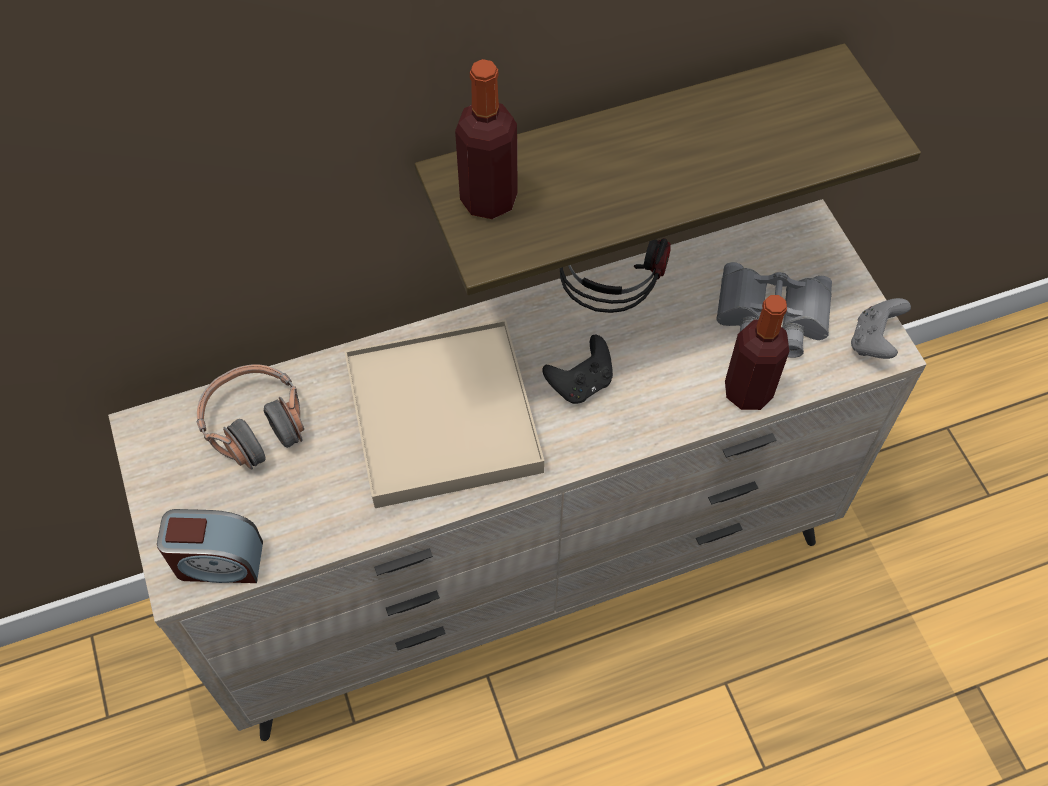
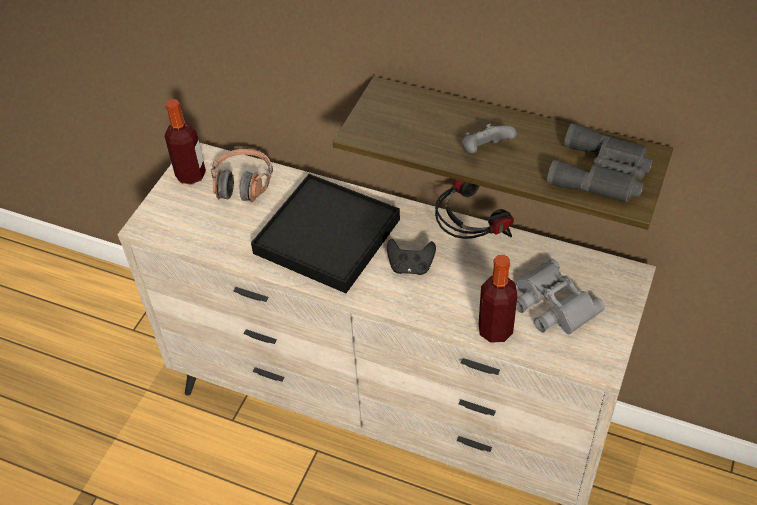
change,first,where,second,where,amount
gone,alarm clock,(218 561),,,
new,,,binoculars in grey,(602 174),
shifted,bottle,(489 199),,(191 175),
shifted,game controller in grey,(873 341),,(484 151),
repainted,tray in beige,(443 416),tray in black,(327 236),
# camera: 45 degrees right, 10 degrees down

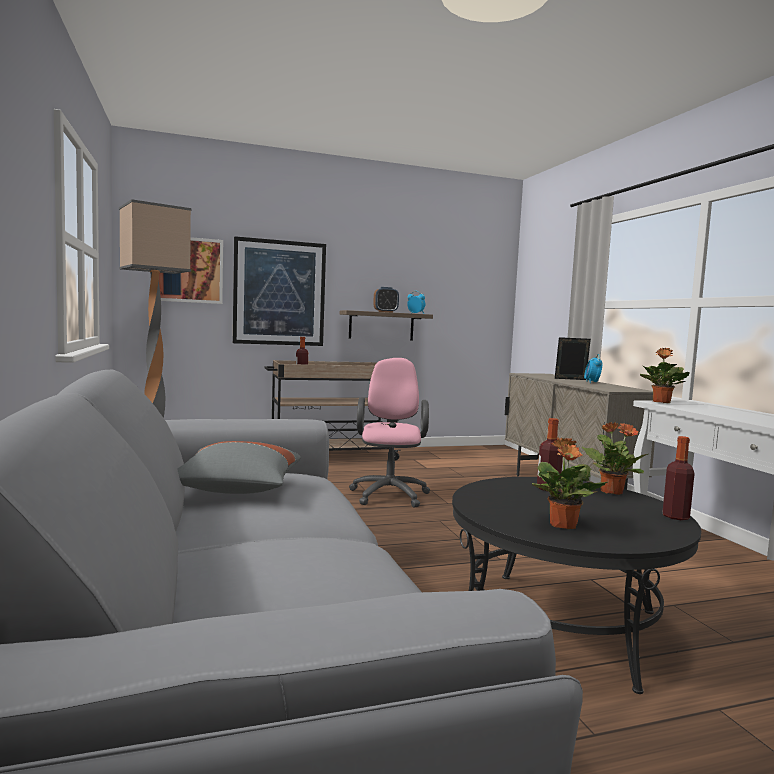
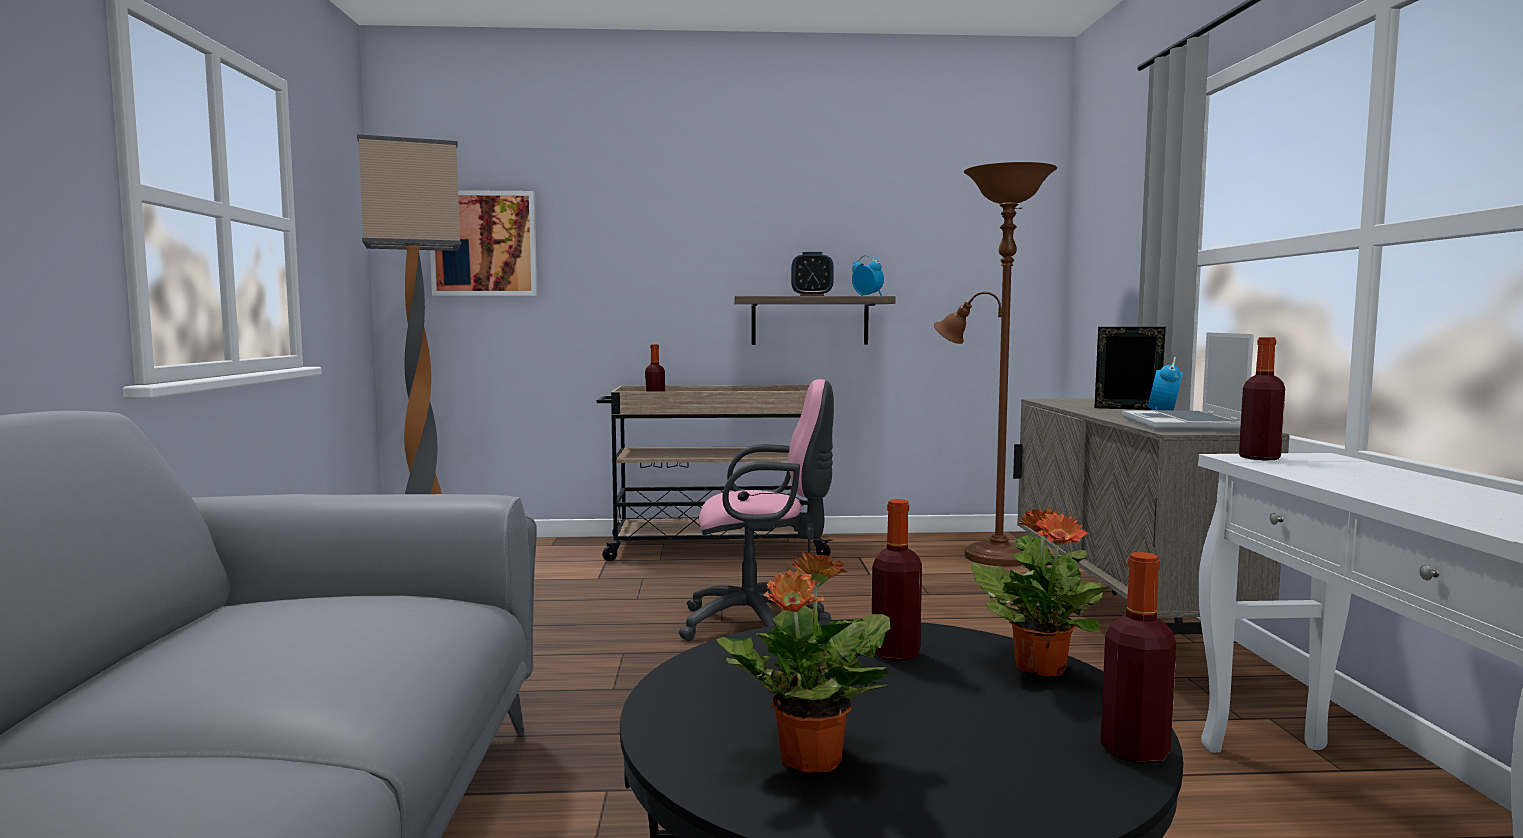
change,first,where,second,where,amount
gone,pillow in grey,(237 490),,,
gone,picture,(279 293),,,
new,,,floor lamp in brown,(989 555),
new,,,laptop,(1184 425),
swapped,potted plant,(661 402),bottle,(1259 458),
rotated,office chair in pink,(389 494),,(760 624),75 degrees clockwise
# camera: 15 degrees right, 0 degrees up

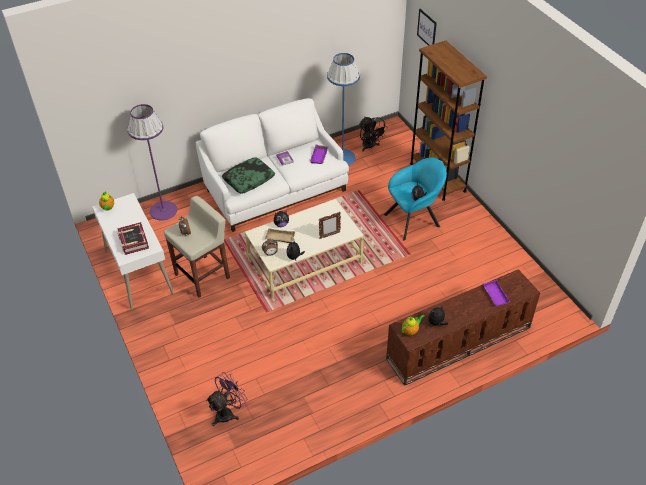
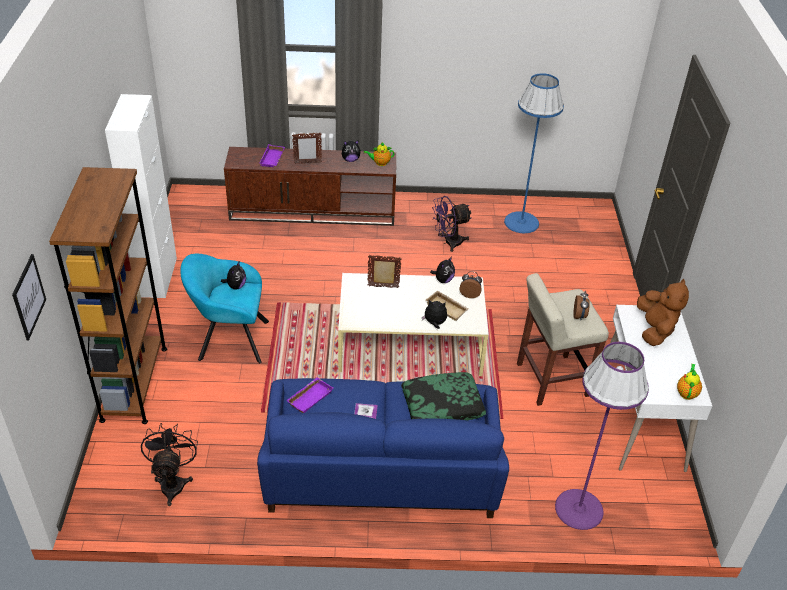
change,first,where,second,where,amount
new,,,cabinet in white,(157 277),
new,,,picture frame,(307 163),
shifted,fan in purple,(228 412),,(448 242),
shifted,floor lamp in blue,(342 157),,(521 222),
swapped,book,(133 241),plush toy in brown,(655 330),
repainted,sofa in white,(275 188),sofa in blue,(380 471),
# camera: 155 degrees left, 5 degrees down

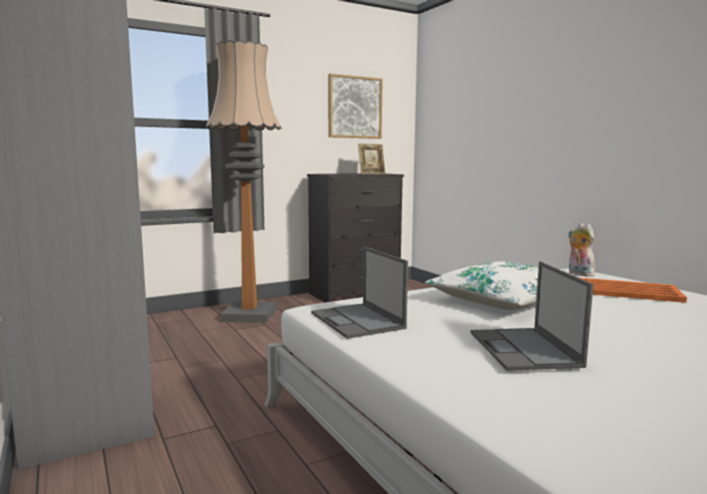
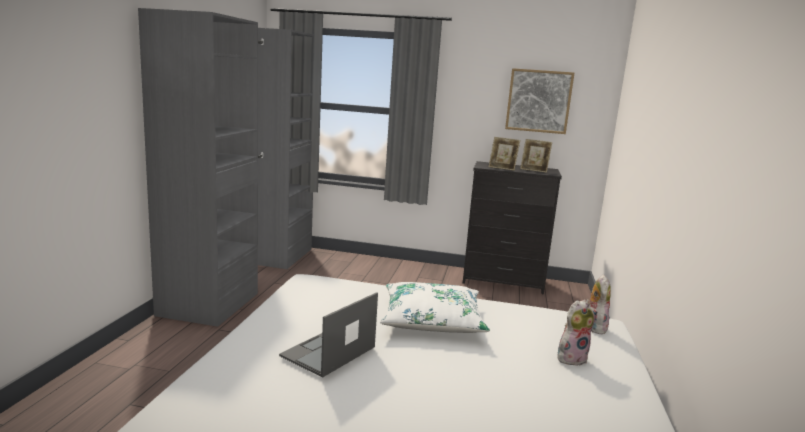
change,first,where,second,where,amount
gone,floor lamp,(249 315),,,
gone,laptop,(358 321),,,
new,,,picture frame,(502 168),
swapped,tray in orange,(629 291),plush toy,(571 358),
# camera: 40 degrees right, 5 degrees up

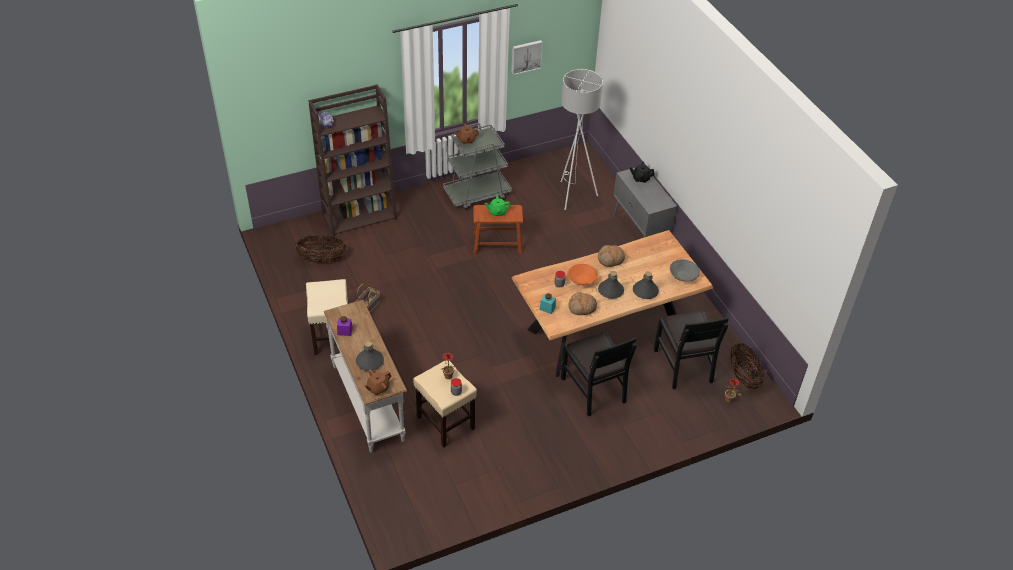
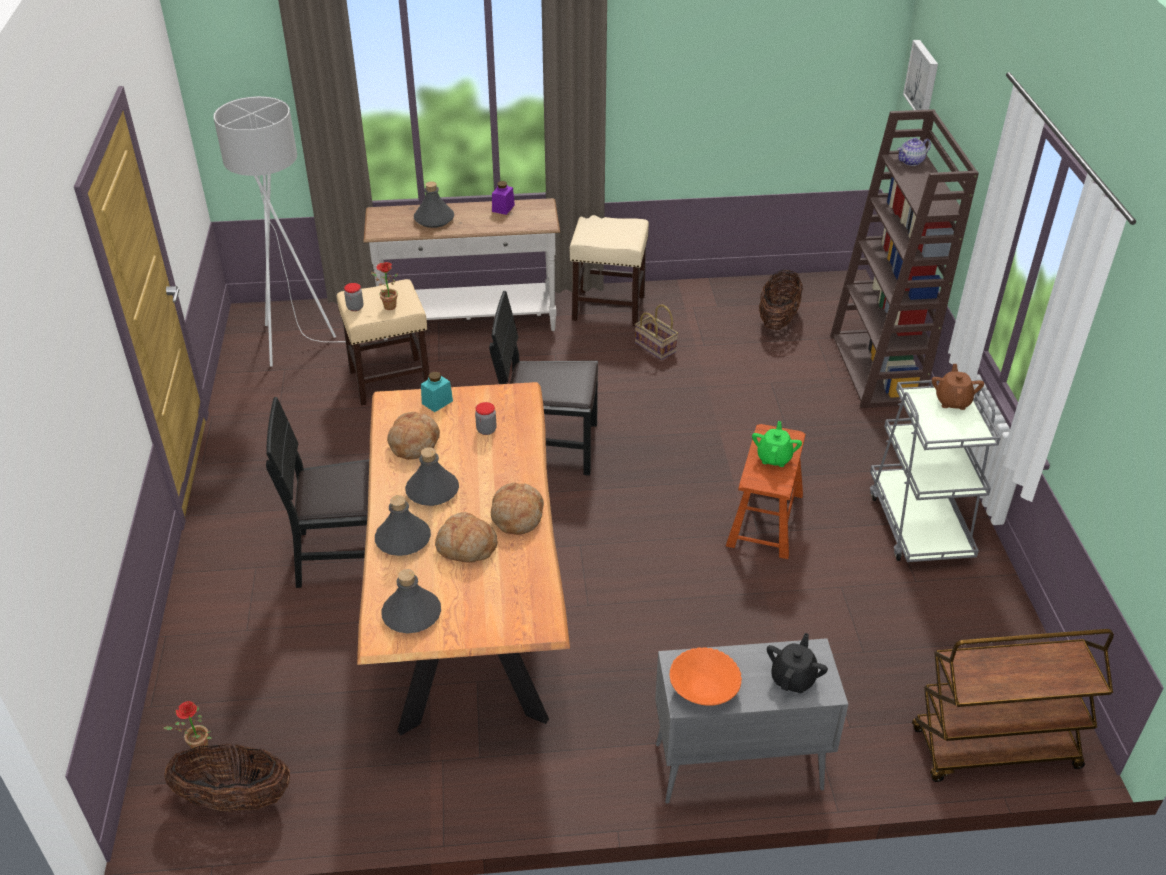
change,first,where,second,where,amount
gone,teapot in brown,(378 388),,,
new,,,bread,(466 546),
new,,,cart in brown,(994 749),
shifted,picture,(526 56),,(923 79),
shifted,floor lamp in white,(572 194),,(297 341),
shifted,bowl in orange,(581 280),,(704 688),
shifted,chair in black,(683 365),,(549 445),
swapped,bowl in grey,(683 276),bottle in grey,(411 614),
# camera: 110 degrees right, 5 degrees down

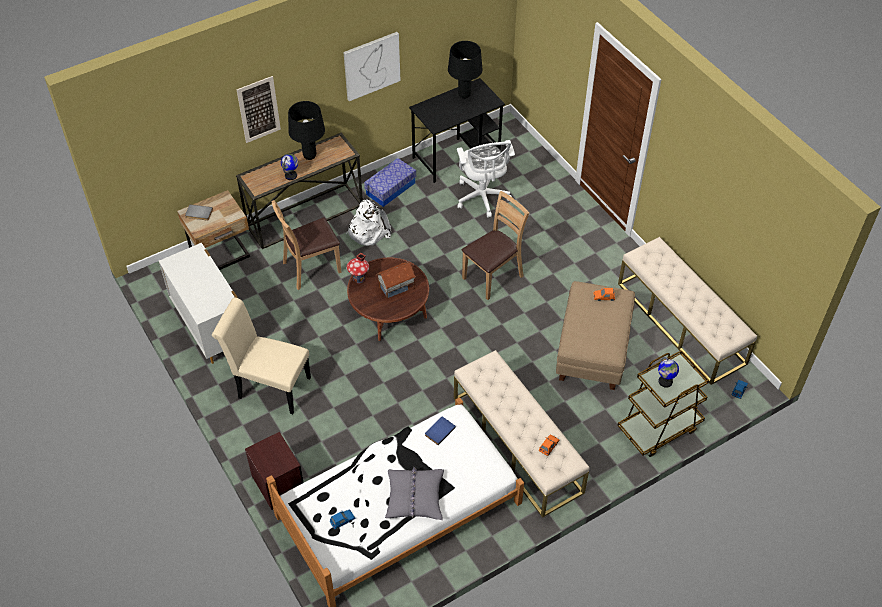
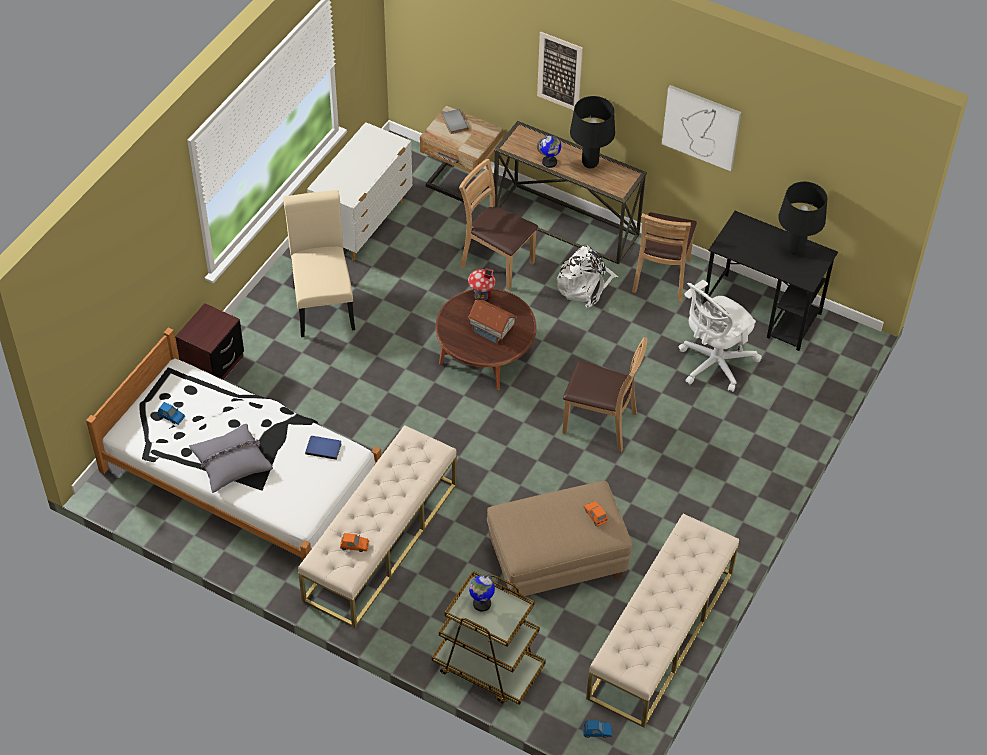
change,first,where,second,where,amount
swapped,storage box,(390 189),chair in brown,(662 276),
# camera: 60 degrees right, 0 degrees up

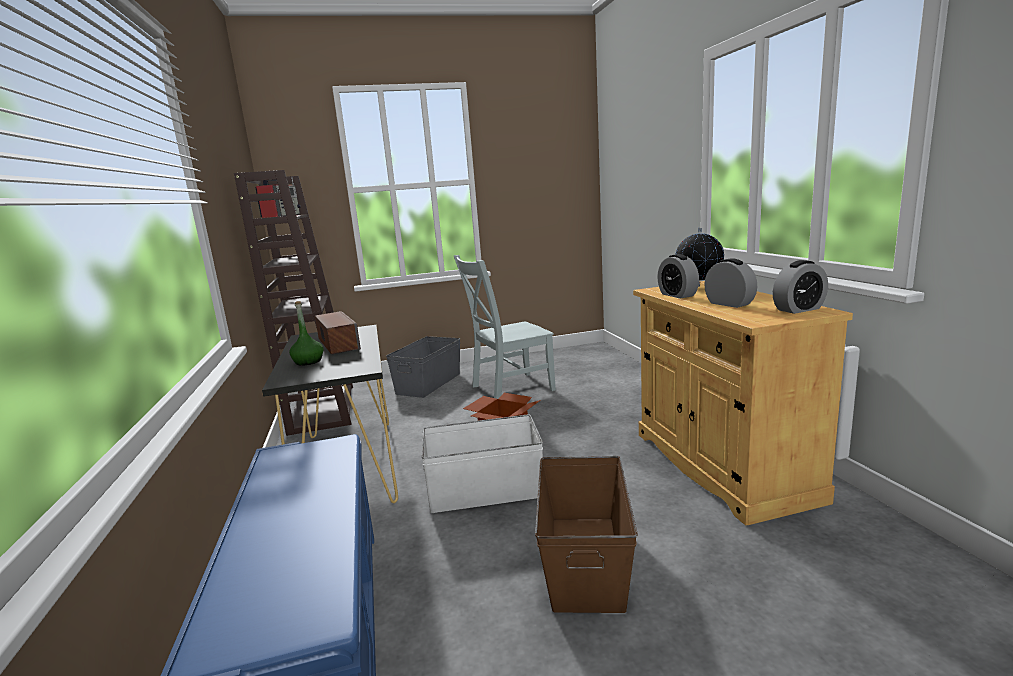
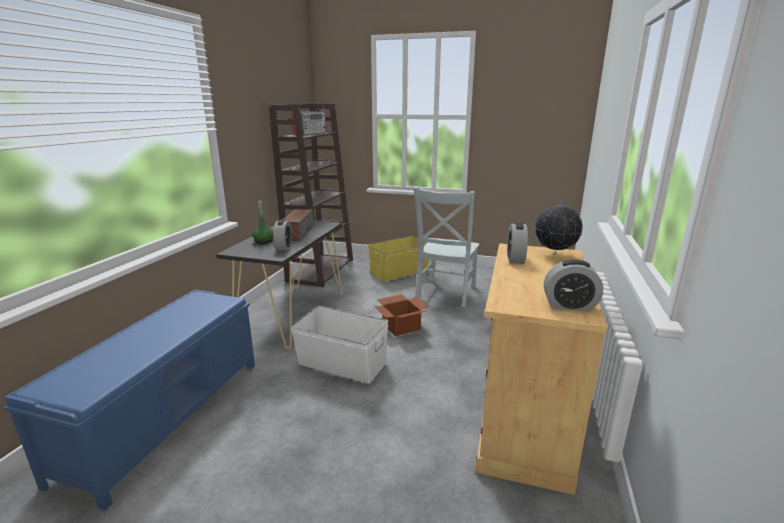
change,first,where,second,where,amount
gone,storage box in brown,(586 559),,,
shifted,alarm clock,(729 304),,(283 247),
repainted,storage box in grey,(429 383),storage box in yellow,(399 272),
rotated,chair in grey,(509 389),,(445 293),75 degrees counterclockwise
# camera: 30 degrees right, 5 degrees up

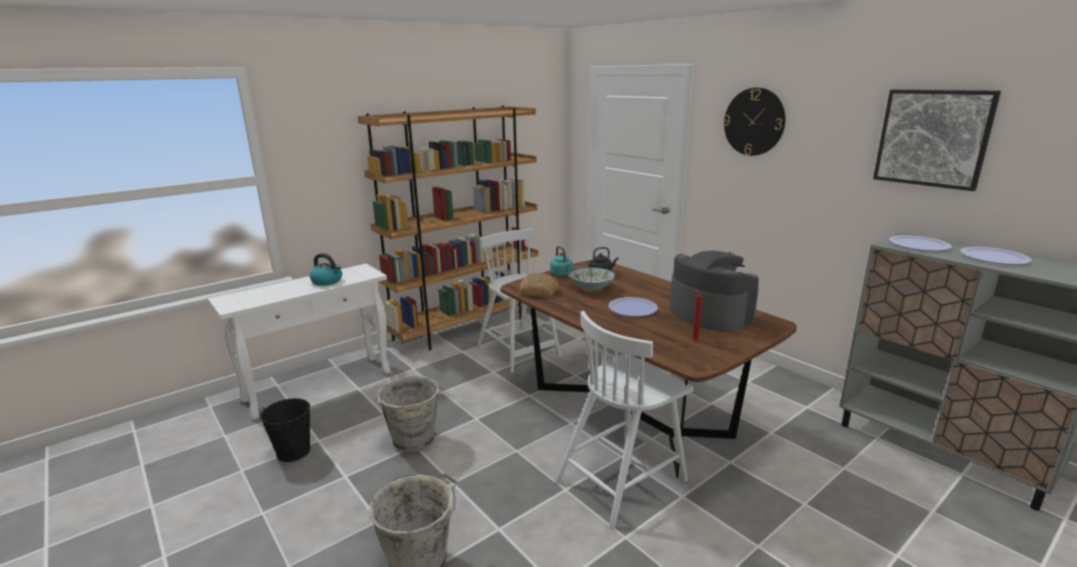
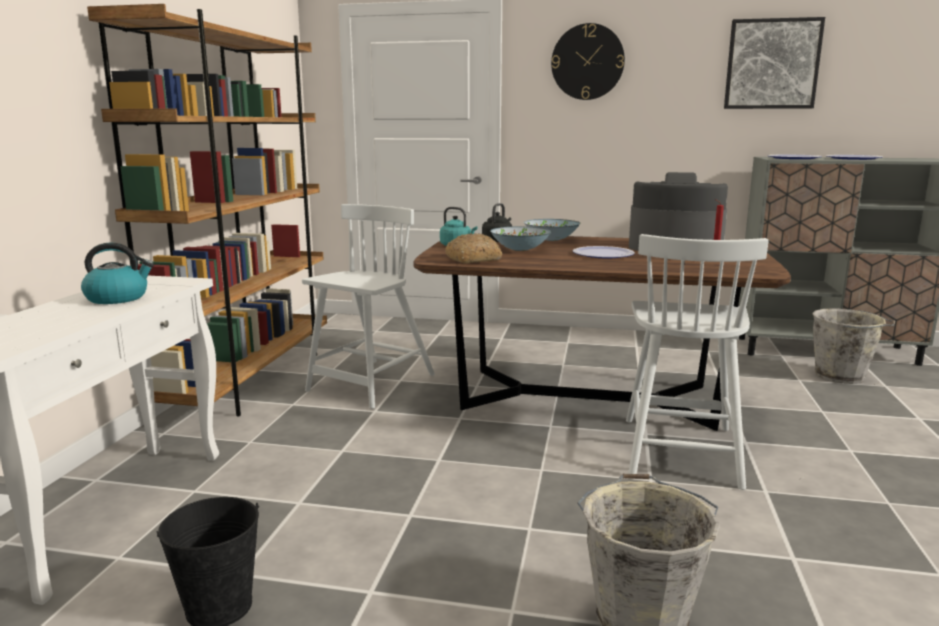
change,first,where,second,where,amount
new,,,bowl,(551 239),
shifted,bucket in grey,(414 441),,(842 376),
rotated,chair in white,(518 351),,(370 384),105 degrees clockwise
# camera: 40 degrees left, 5 degrees down

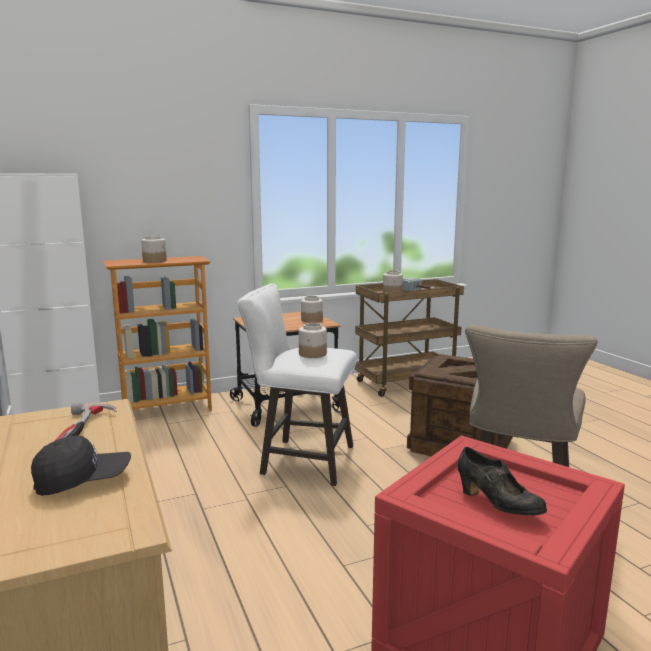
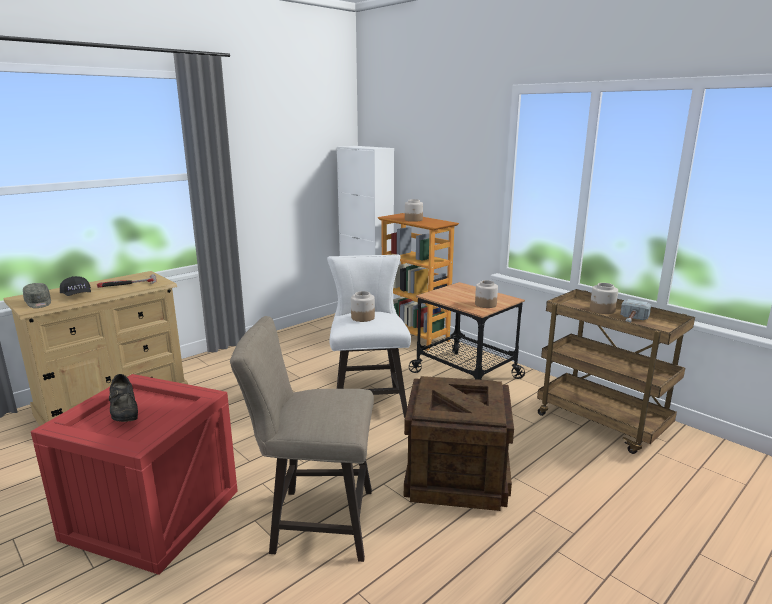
change,first,where,second,where,amount
new,,,cap in grey,(38 303),
rotated,shoe in black,(497 505),,(125 414),60 degrees counterclockwise
# camera: 70 degrees right, 5 degrees up

